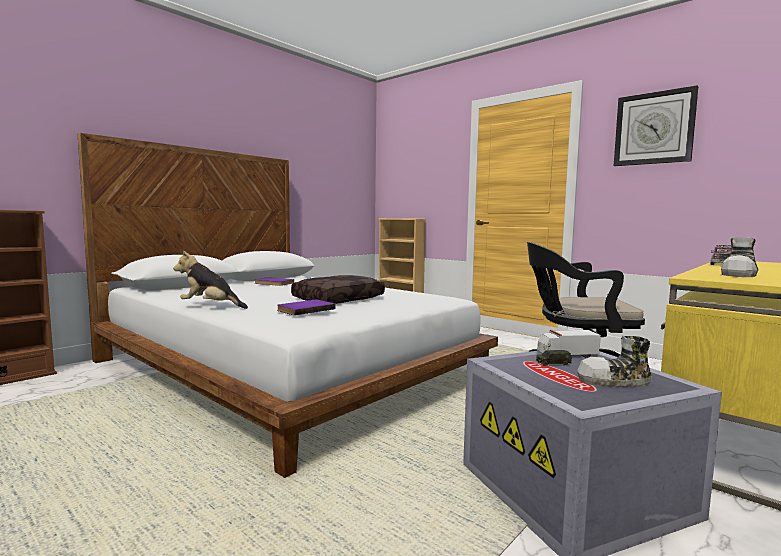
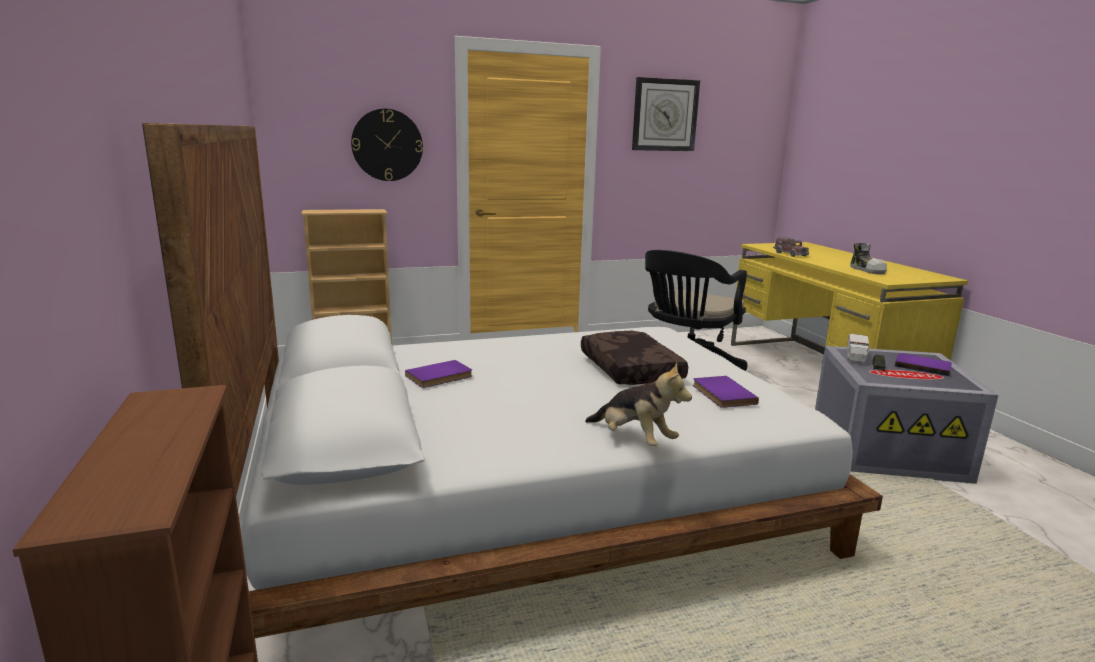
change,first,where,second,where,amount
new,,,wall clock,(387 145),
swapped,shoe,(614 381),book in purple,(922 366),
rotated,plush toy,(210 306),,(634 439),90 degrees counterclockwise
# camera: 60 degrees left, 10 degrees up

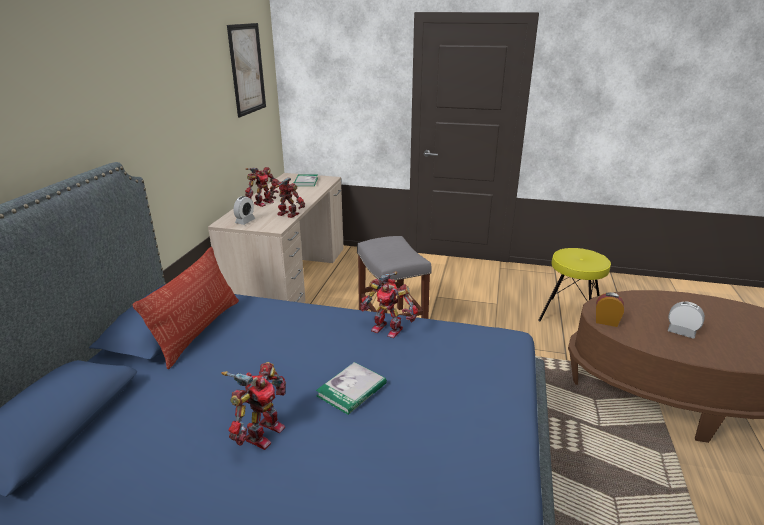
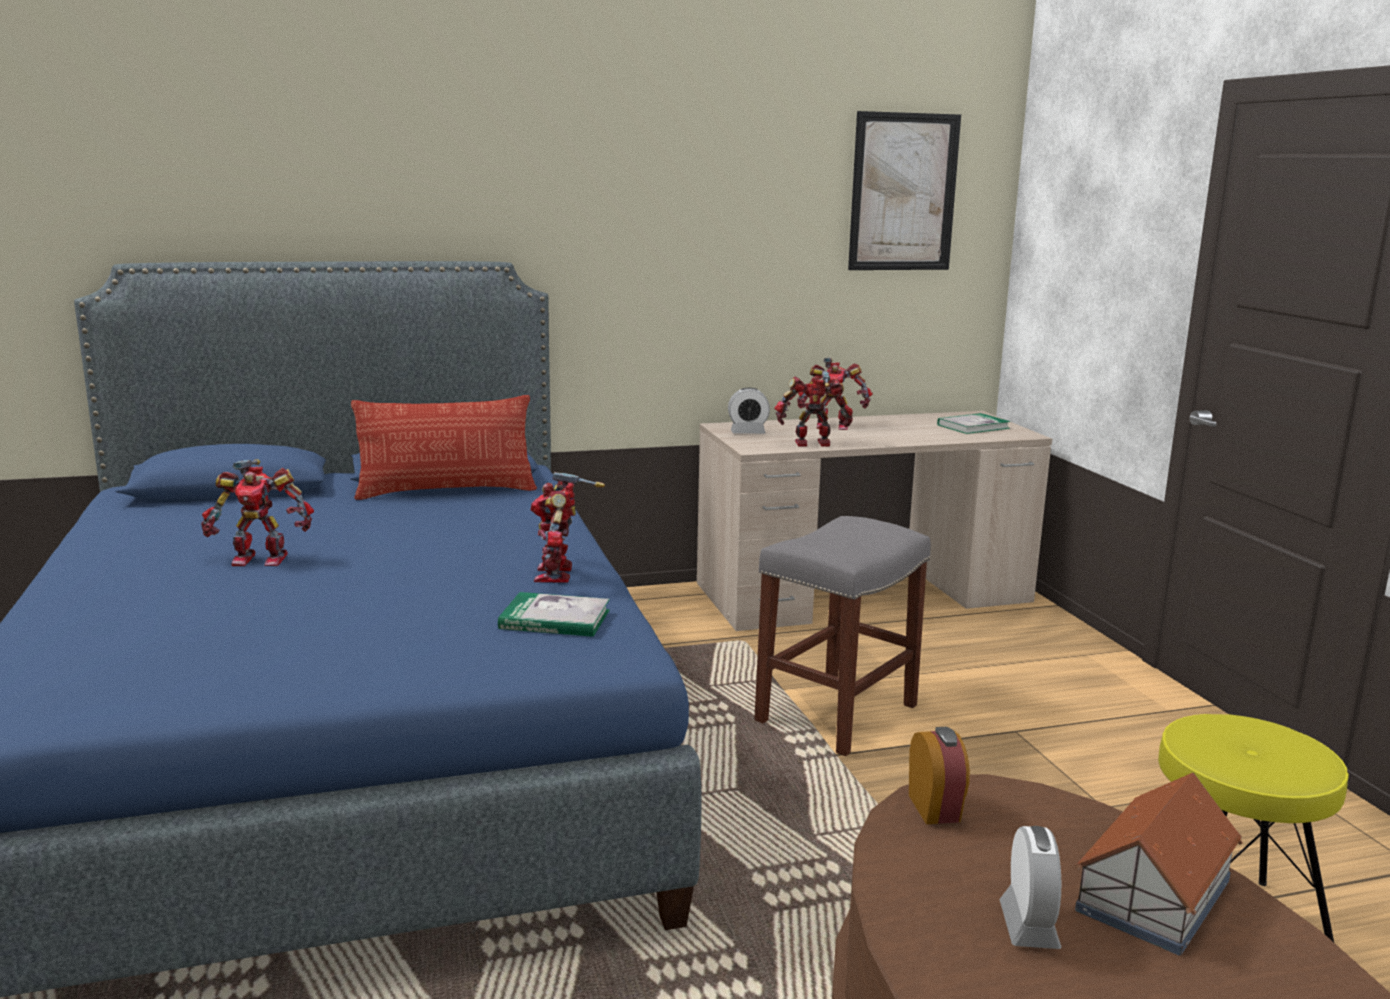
change,first,where,second,where,amount
new,,,toy house,(1152 895),
shifted,book,(351 390),,(555 619),
rotated,toy robot,(287 215),,(813 444),90 degrees counterclockwise
# camera: 60 degrees right, 10 degrees down

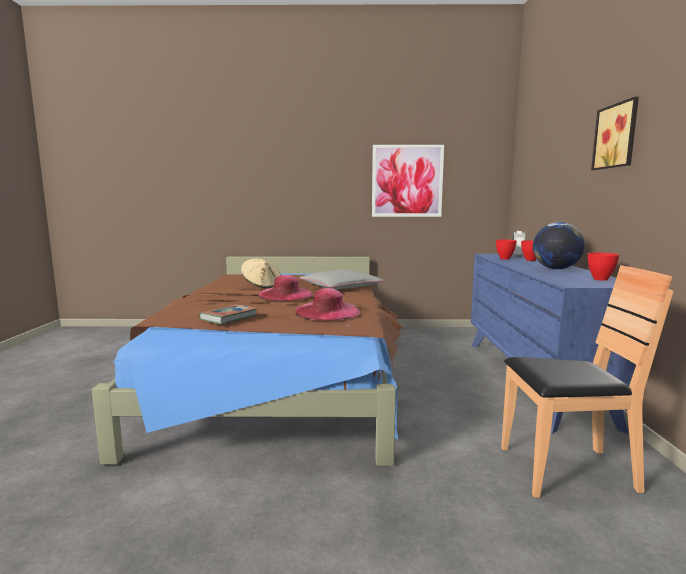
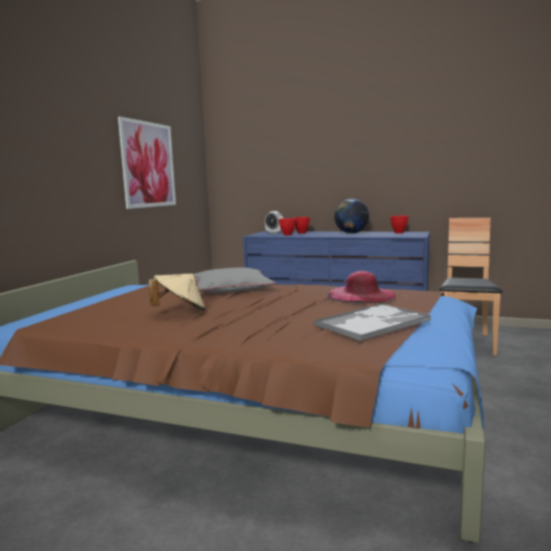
change,first,where,second,where,amount
gone,hat in pink,(285 294),,,
gone,picture,(617 136),,,
swapped,book,(229 317),tray,(373 322),
# camera: 70 degrees left, 0 degrees up

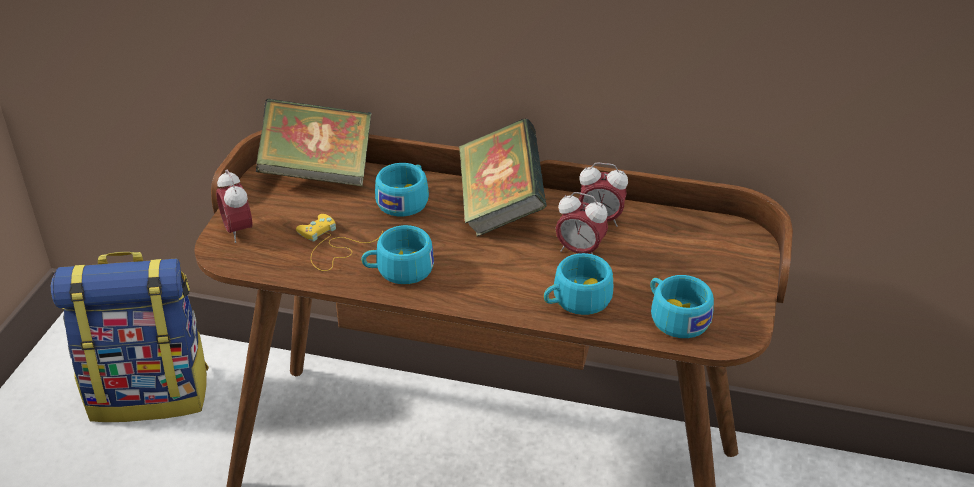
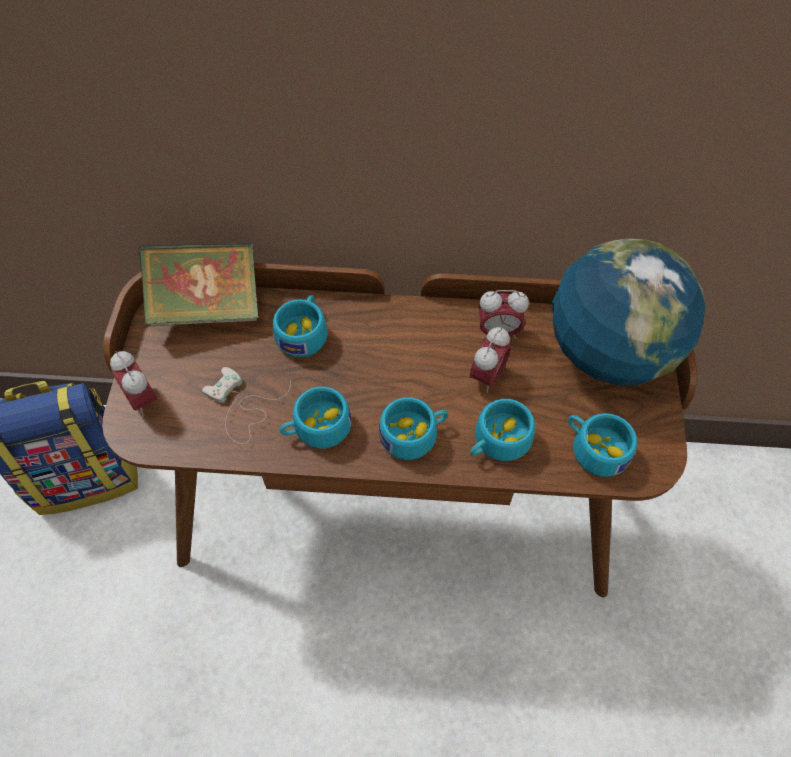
change,first,where,second,where,amount
gone,book,(500 206),,,
new,,,cup in turquoise,(414 434),
new,,,globe,(607 352),
repainted,game controller in yellow,(331 246),game controller in white,(242 406),
rotated,alarm clock,(579 251),,(487 376),75 degrees counterclockwise
# camera: 10 degrees left, 20 degrees up

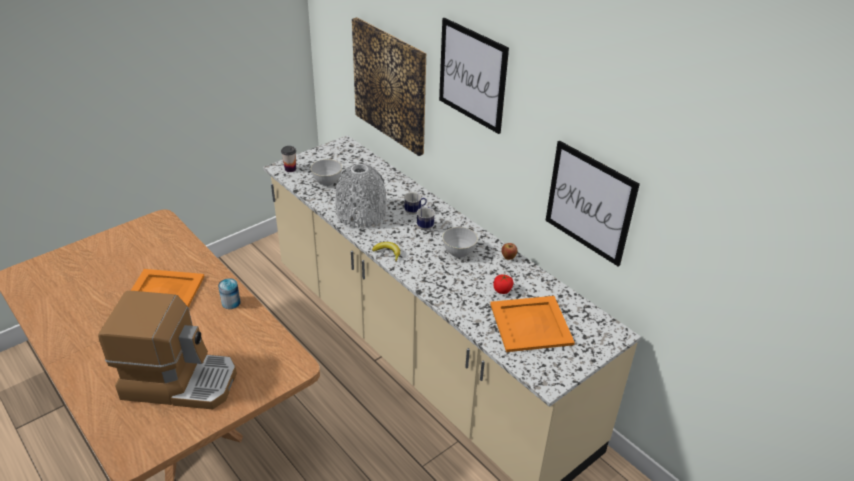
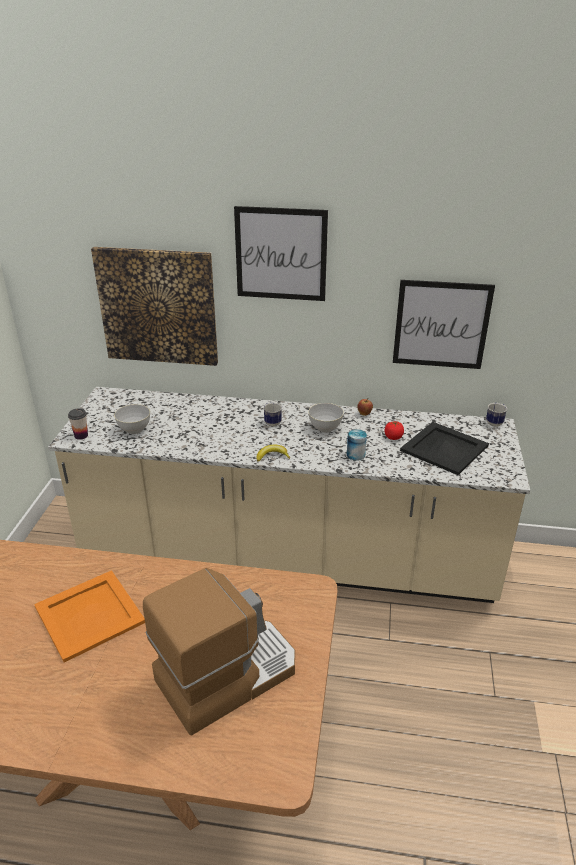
change,first,where,second,where,amount
gone,vase in grey,(361 214),,,
shifted,can,(231 302),,(355 455),
shifted,mug,(415 211),,(495 422),
repainted,tray in orange,(531 323),tray in black,(444 447),
# camera: 40 degrees left, 5 degrees down

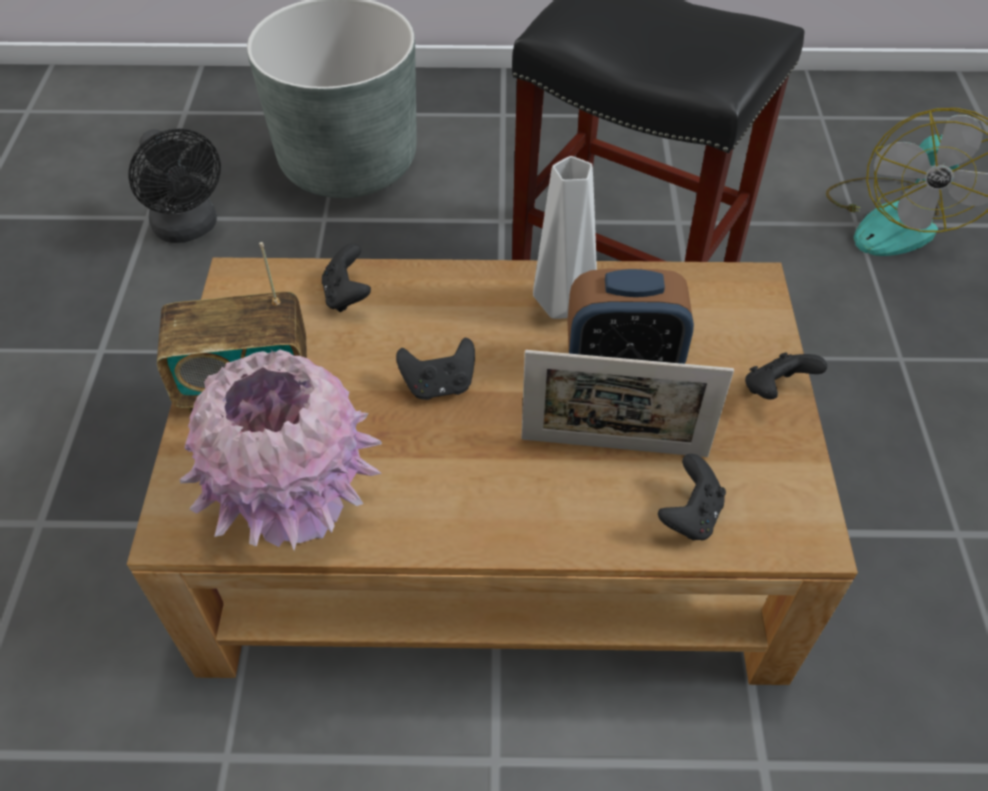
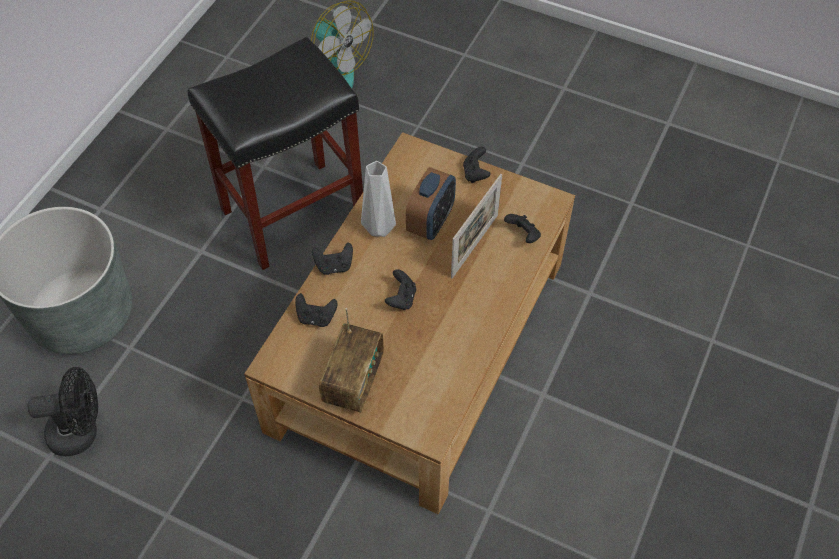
change,first,where,second,where,amount
gone,vase in pink,(294 504),,,
new,,,game controller in black,(334 266),
# camera: 65 degrees left, 5 degrees up

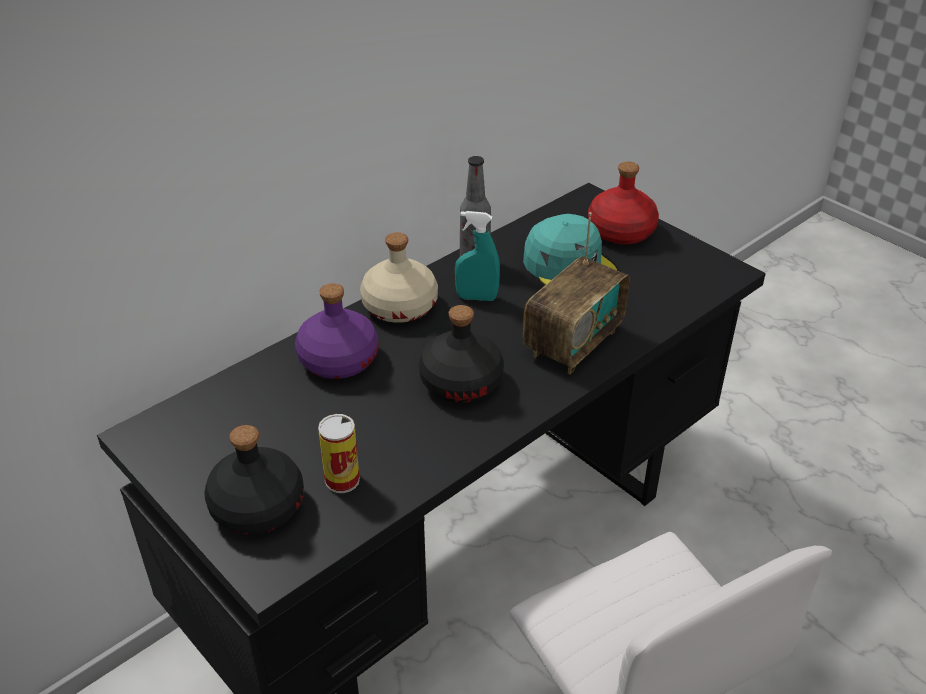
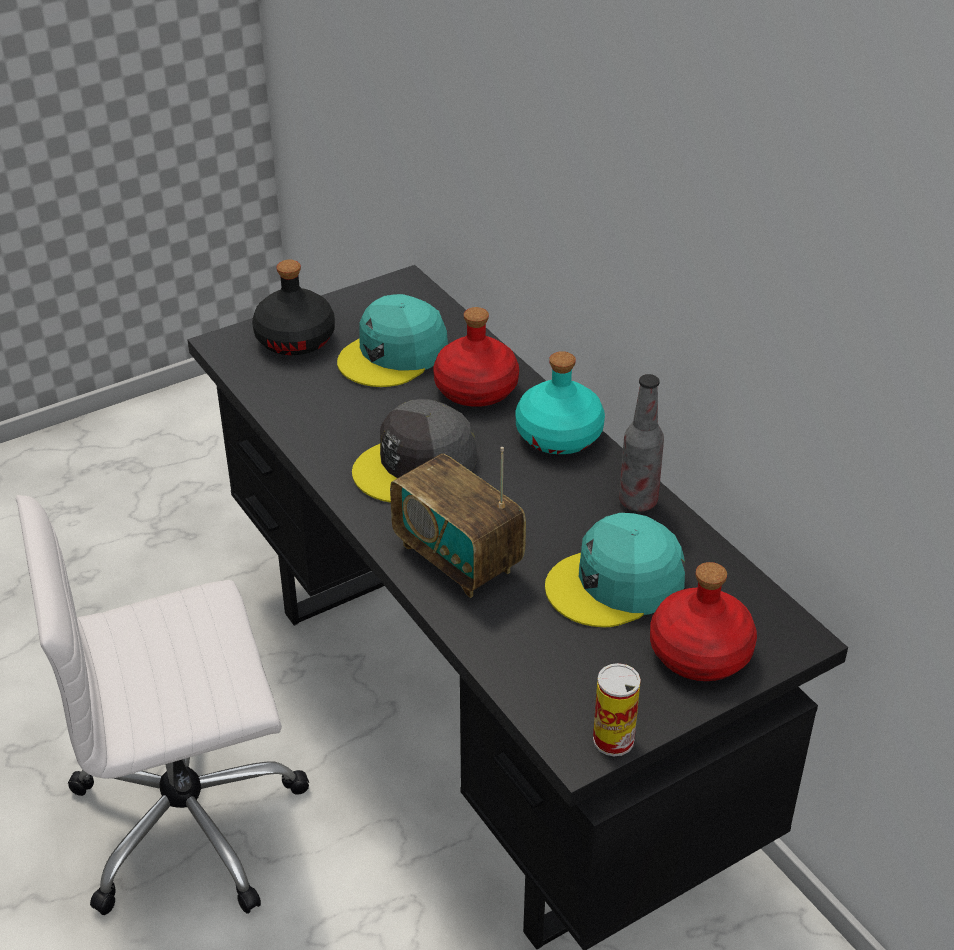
change,first,where,second,where,amount
gone,spray bottle in turquoise,(476 297),,,
new,,,cap in turquoise,(394 354),
shifted,can,(342 480),,(613 740),
swapped,bottle in black,(461 382),cap in grey,(416 465),
repainted,bottle in purple,(337 359),bottle in red,(476 389),
repainted,bottle in beige,(400 306),bottle in turquoise,(558 436),
# camera: 100 degrees right, 0 degrees up

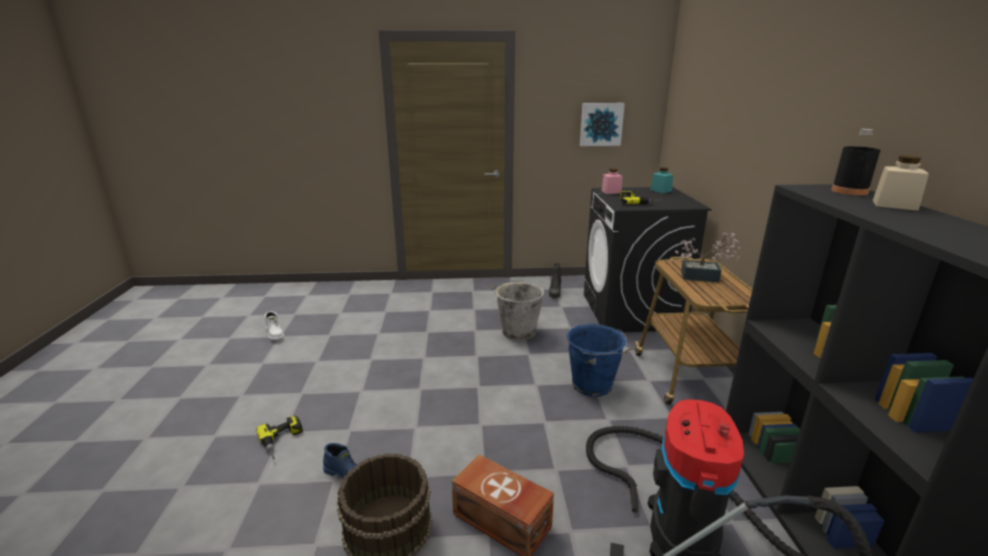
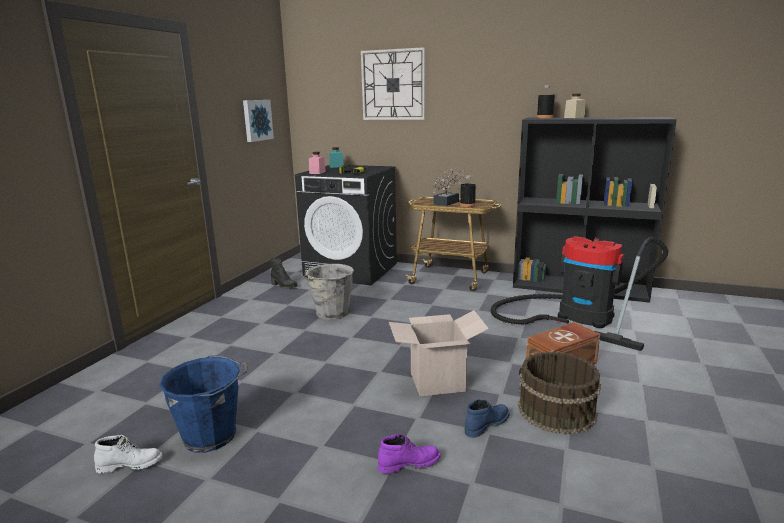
change,first,where,second,where,amount
new,,,wall clock,(393 85),
new,,,cardboard box,(437 382),
new,,,bottle in black,(467 205),
shifted,bucket in blue,(593 386),,(212 436),
swapped,power drill,(283 441),boot in purple,(409 463),
# camera: 65 degrees left, 5 degrees down

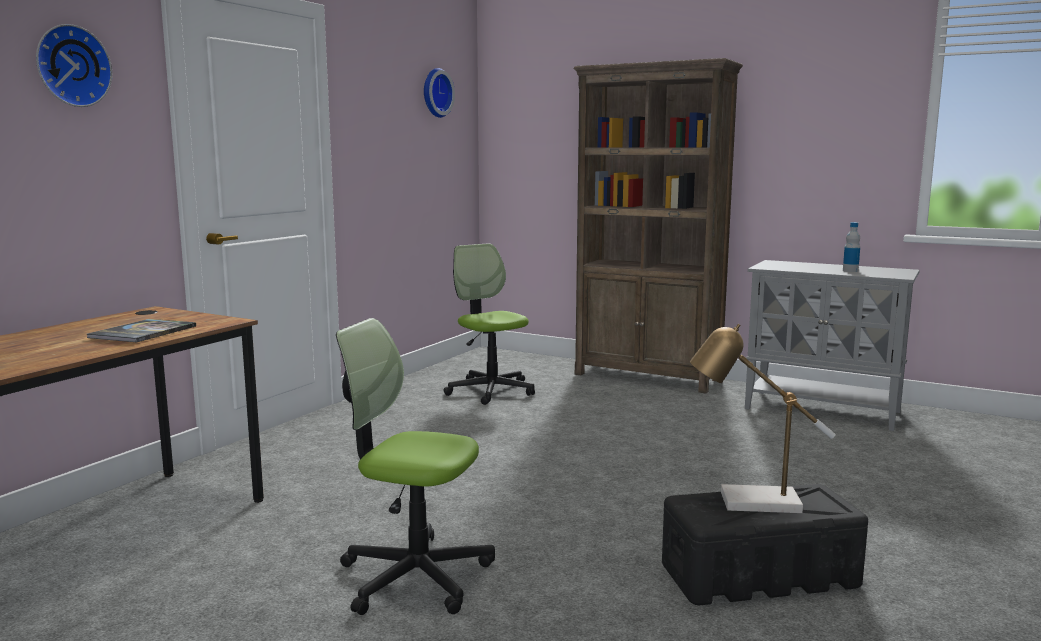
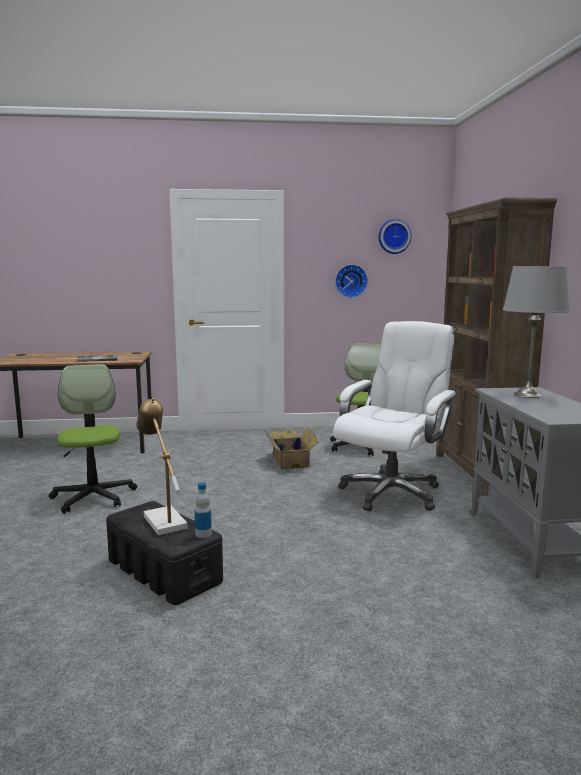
change,first,where,second,where,amount
new,,,cardboard box,(290 461),
new,,,office chair in white,(391 493),
new,,,table lamp in grey,(527 395),
shifted,wall clock,(71 66),,(350 281),
shifted,bottle,(850 271),,(203 534),
# camera: 55 degrees right, 0 degrees up

